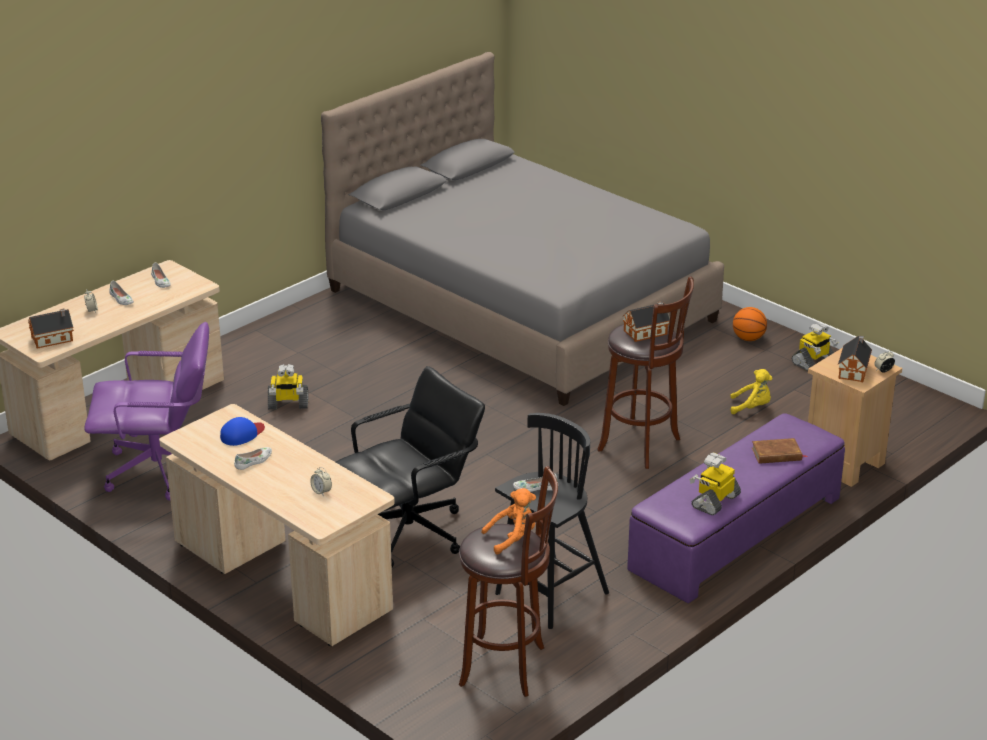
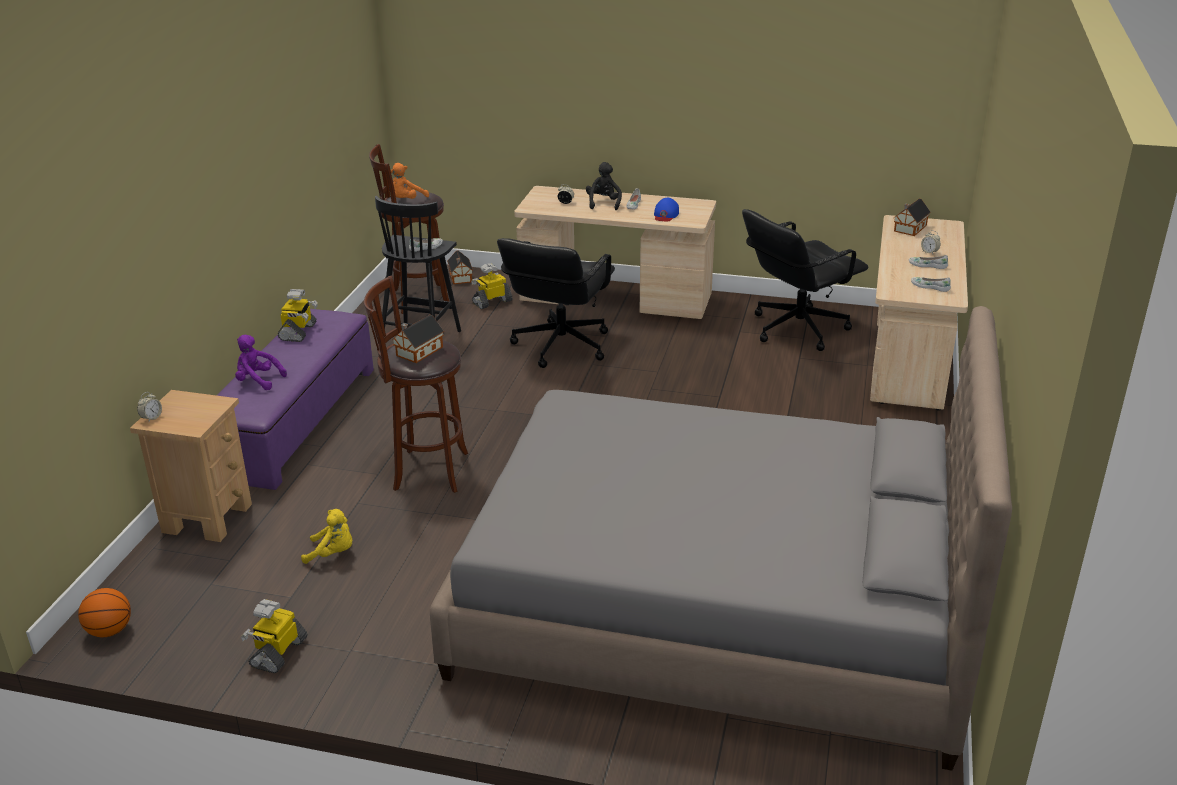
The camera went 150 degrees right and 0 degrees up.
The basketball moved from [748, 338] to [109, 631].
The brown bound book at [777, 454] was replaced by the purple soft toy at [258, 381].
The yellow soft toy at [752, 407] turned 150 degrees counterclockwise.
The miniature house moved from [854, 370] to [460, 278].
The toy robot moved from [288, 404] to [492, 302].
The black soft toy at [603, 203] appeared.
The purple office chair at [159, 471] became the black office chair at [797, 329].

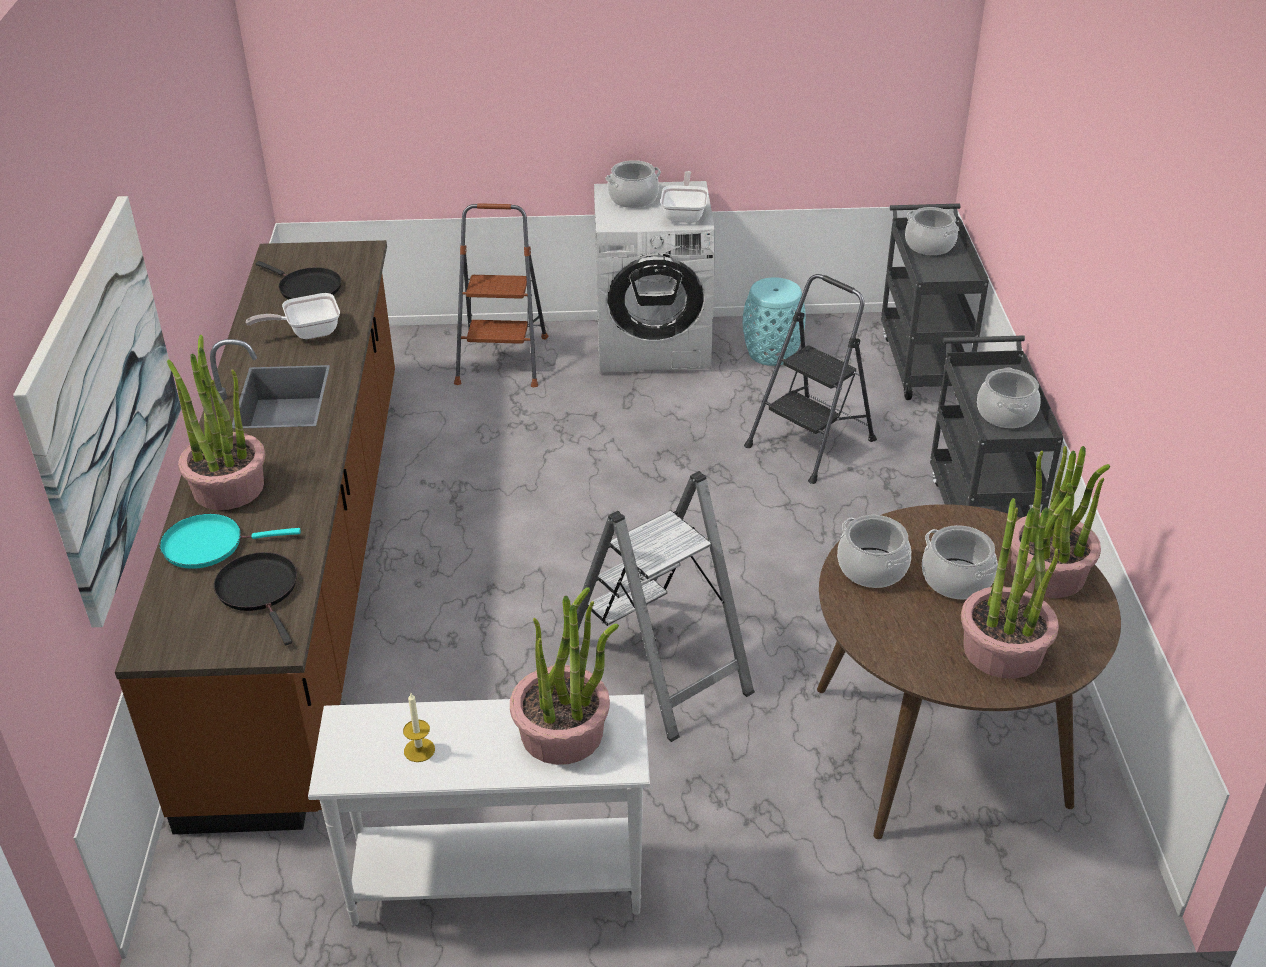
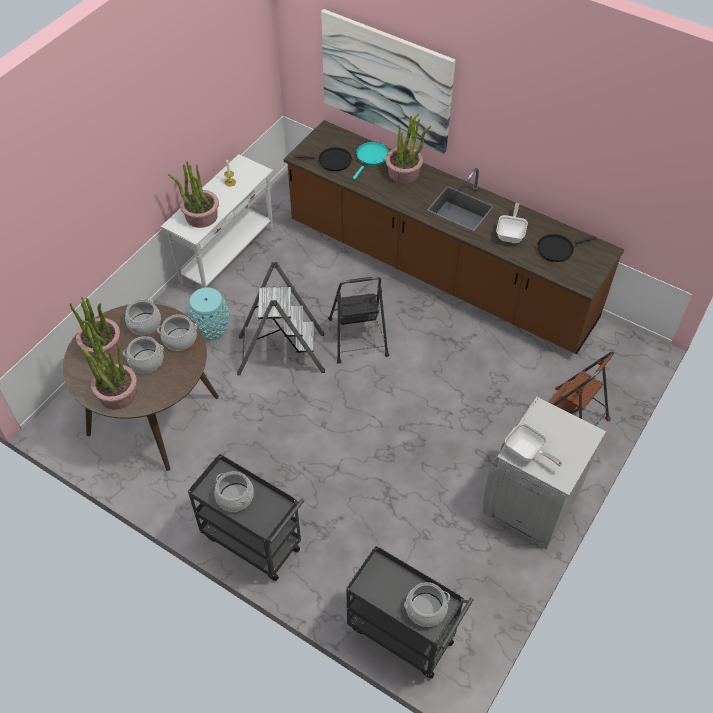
The camera went 125 degrees right and 15 degrees up.
The stockpot moved from [633, 198] to [145, 324].
The blue-green stool seat moved from [771, 353] to [211, 329].
The black step ladder moved from [813, 440] to [358, 338].

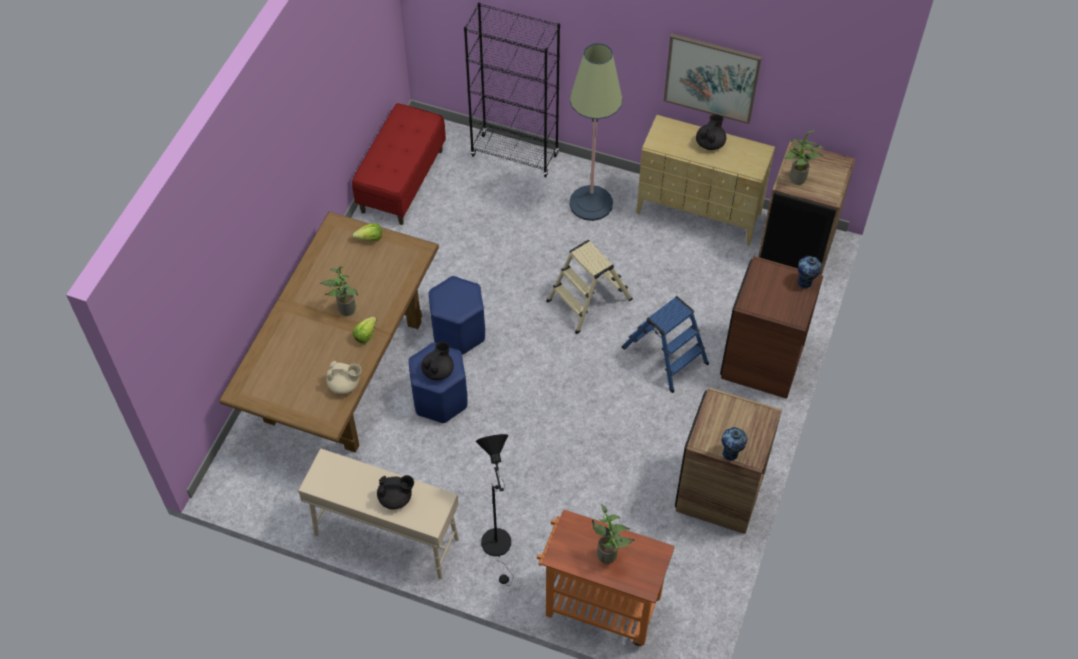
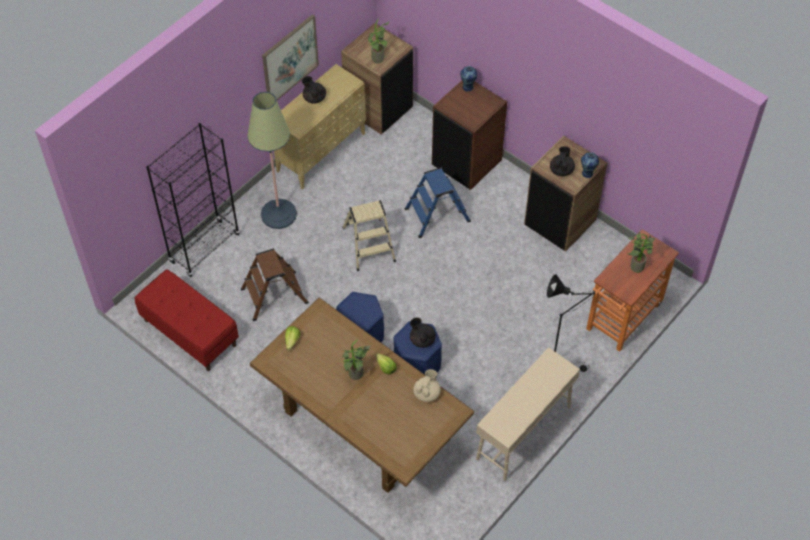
The camera went 70 degrees left and 0 degrees up.
The brown step ladder at [274, 296] appeared.
The black teapot moved from [396, 498] to [561, 170].

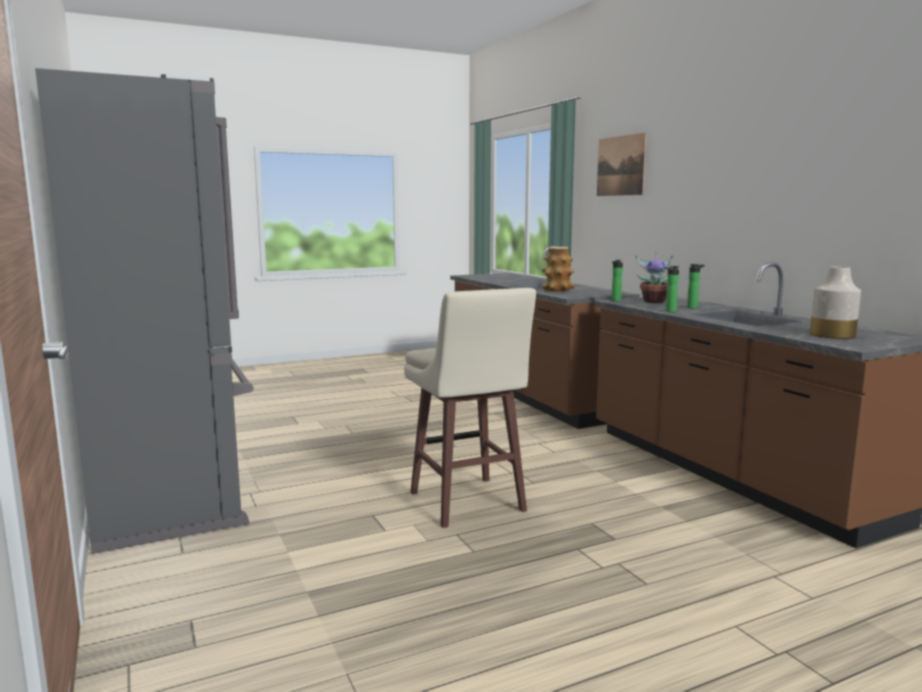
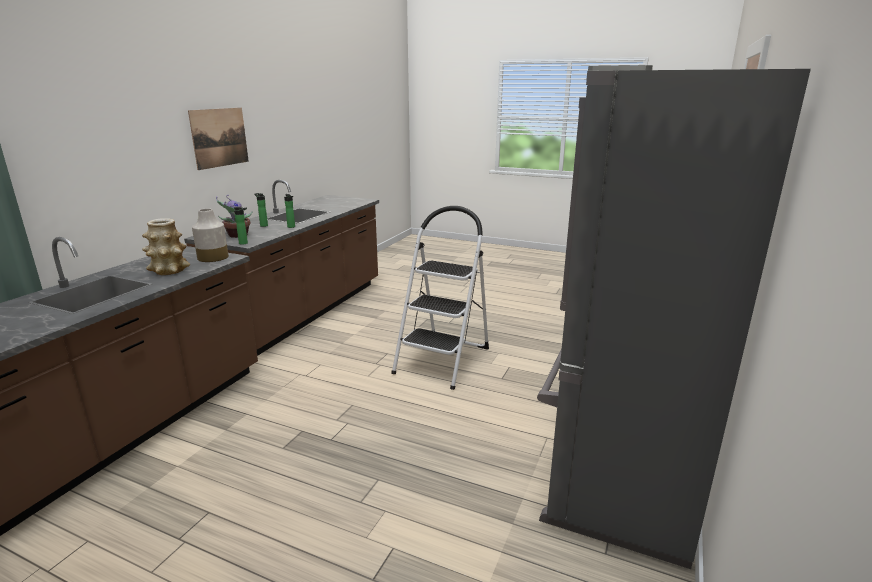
The camera went 130 degrees left and 10 degrees up.
The wall picture moved from [620, 166] to [219, 137].
The beige-coloured flower vase moved from [832, 335] to [213, 257].
The beige-coloured stool seat at [467, 503] was replaced by the step ladder at [444, 360].

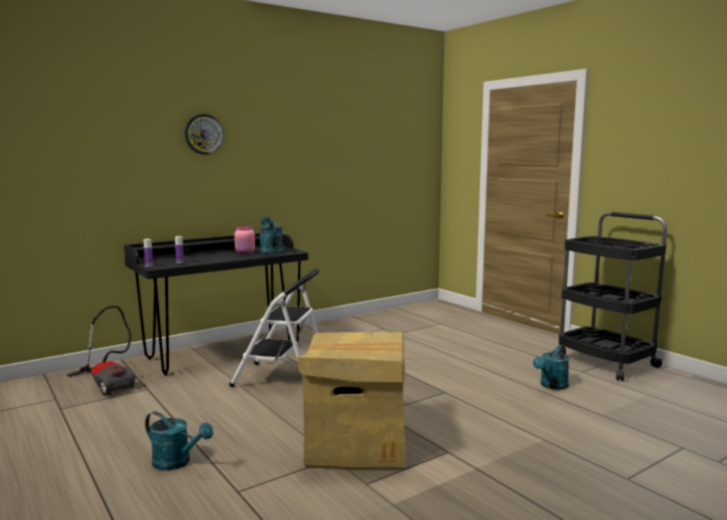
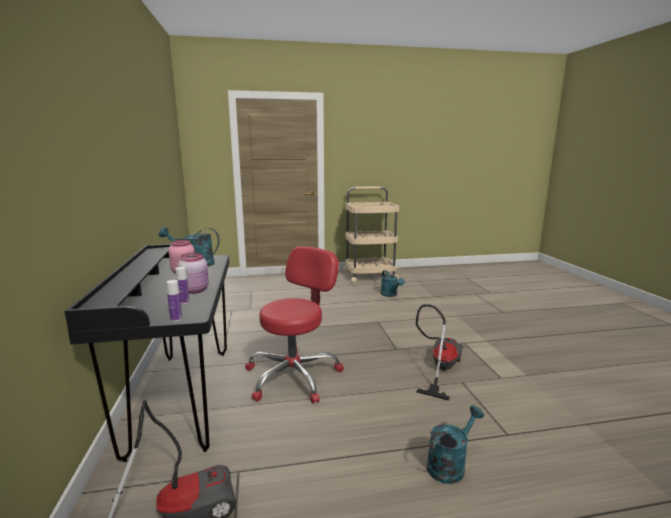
The camera went 65 degrees left and 5 degrees up.
The pink storage jar at [196, 290] appeared.
The step ladder at [284, 378] was replaced by the red-coloured office chair at [296, 374].
The black cart at [604, 363] became the beige-coloured cart at [369, 276].
The carton at [355, 442] was replaced by the vacuum at [439, 368].
The hanging clock at [204, 134] disappeared.

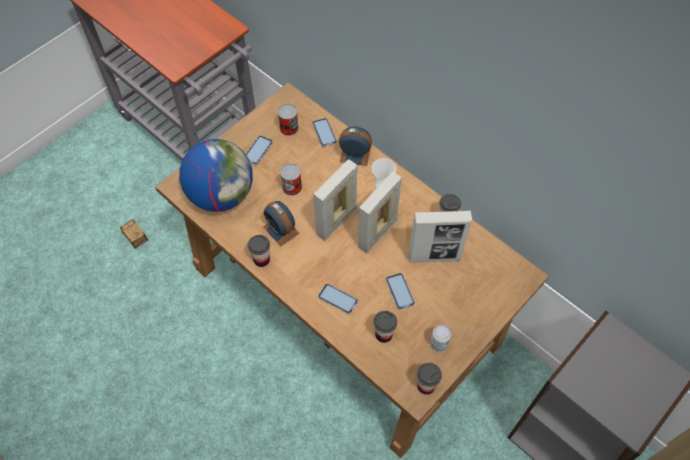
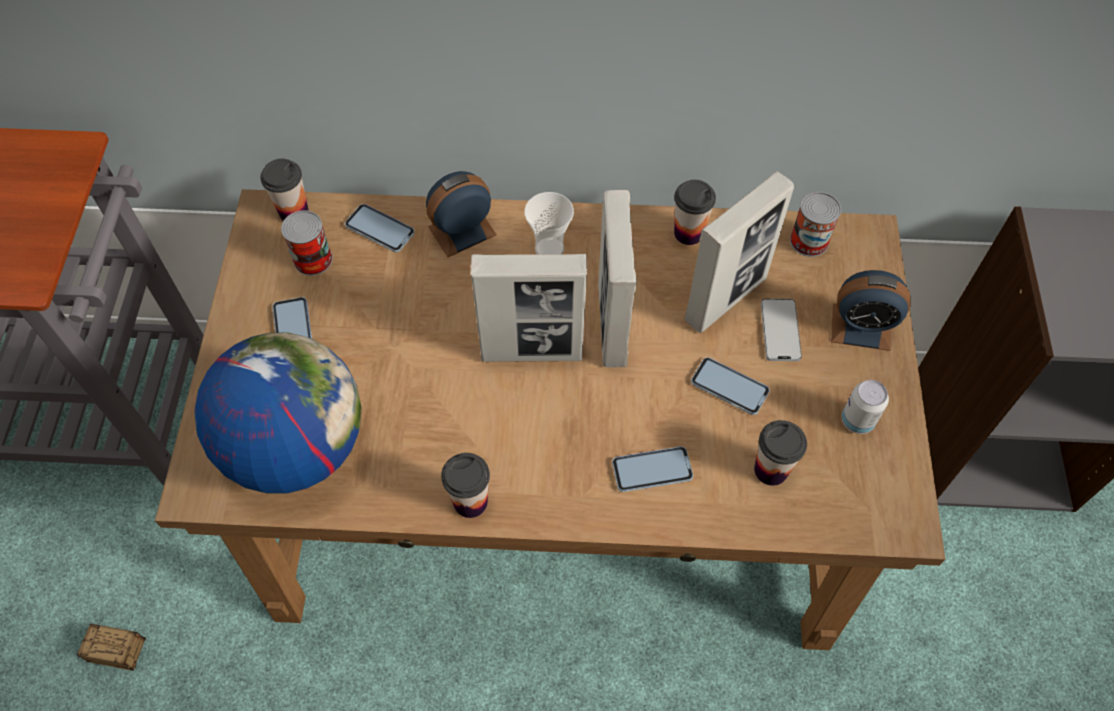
The camera went 40 degrees left and 0 degrees up.
The cup moved from [426, 385] to [294, 212].
The standing frame at [336, 221] turned 90 degrees counterclockwise.
The handset at [780, 330] appeared.
The can moved from [292, 187] to [809, 241].
The bedside clock moved from [281, 230] to [861, 327].

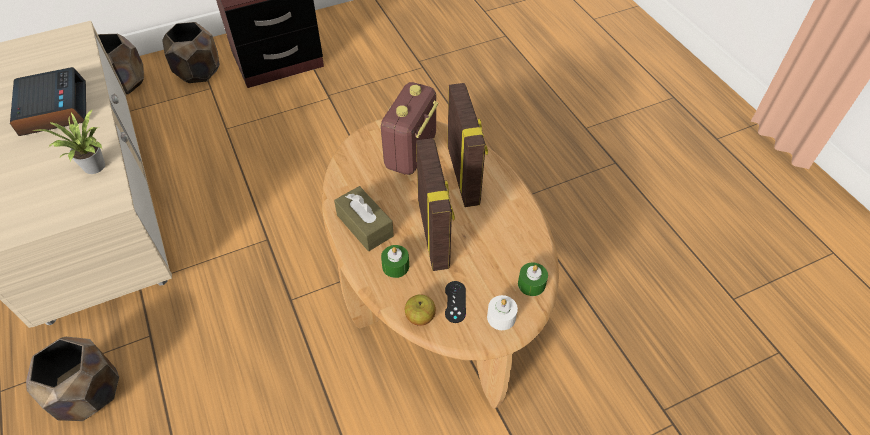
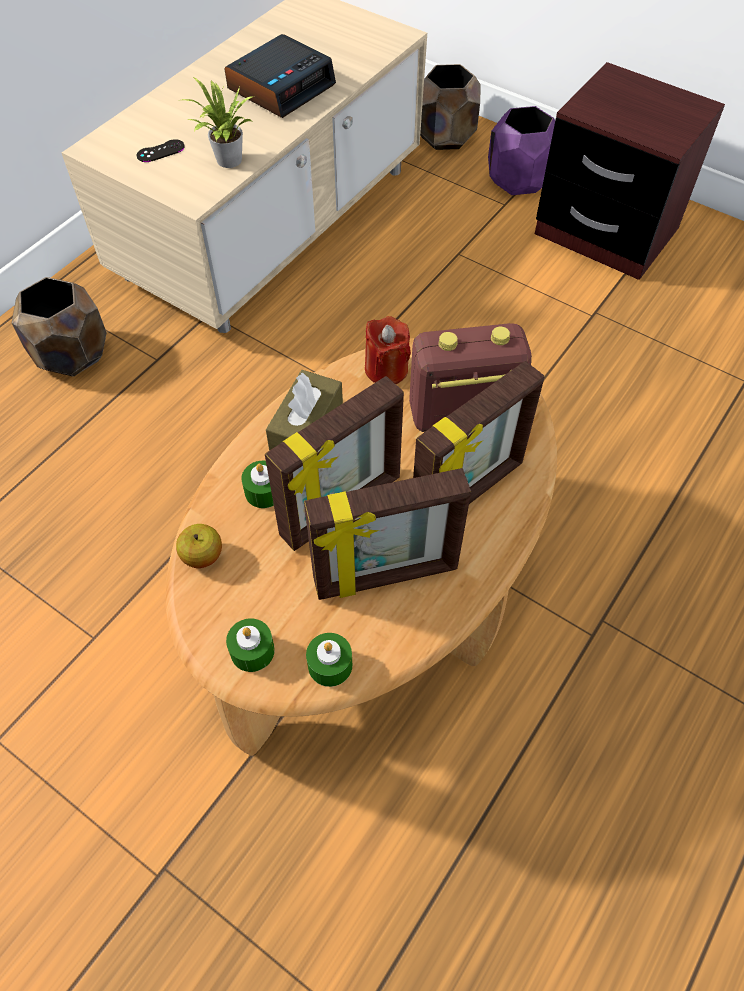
The camera went 60 degrees right and 5 degrees up.
The black joypad moved from [455, 302] to [160, 151].
The white-coloured wax light at [501, 317] became the greenish wax light at [252, 651].
The standing frame at [386, 576] appeared.
The red-coloured wax light at [386, 369] appeared.
The brown flower pot at [198, 72] became the purple flower pot at [518, 180].

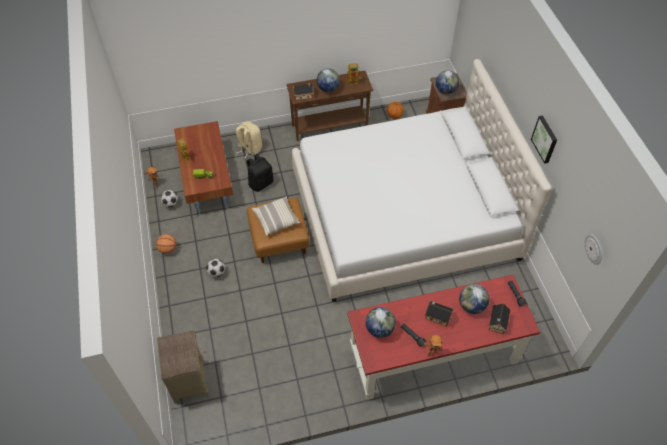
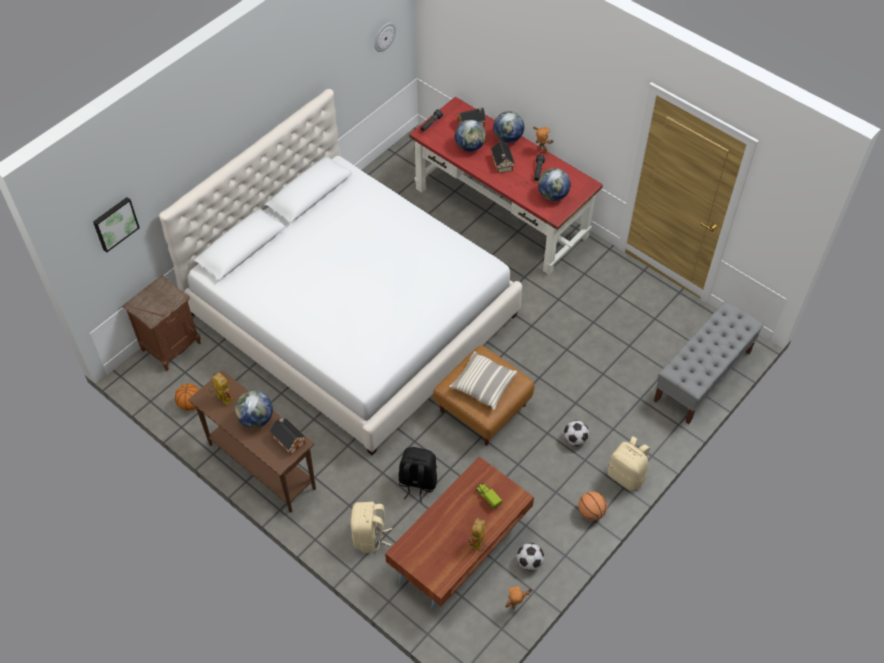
The camera went 125 degrees left and 0 degrees up.
The wall picture moved from [545, 139] to [115, 223].
The globe moved from [445, 91] to [507, 138].
The beige-coloured knapsack at [626, 476] appeared.
The beige-coloured bedside table at [190, 381] was replaced by the grey indoor bench at [702, 376].

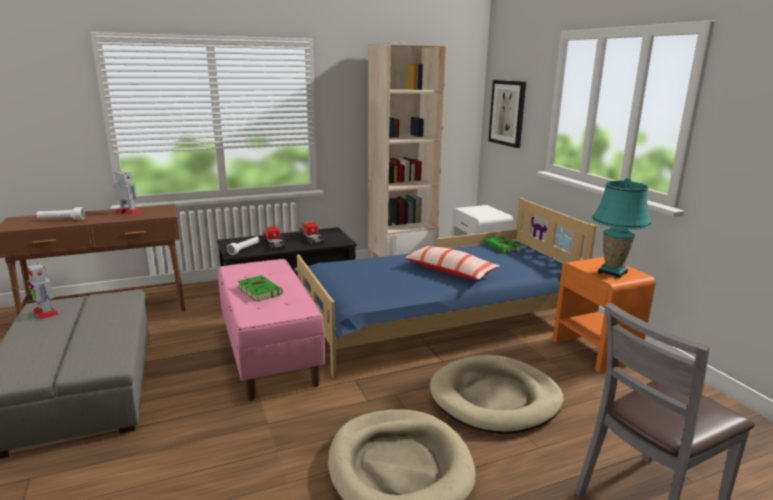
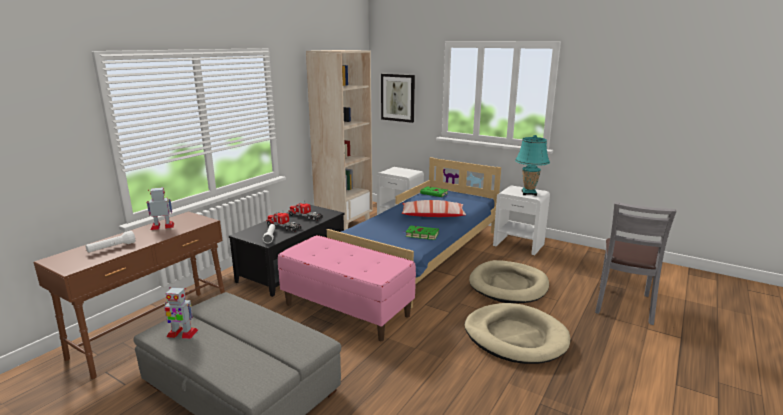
The camera went 35 degrees left and 0 degrees up.
The greenish bound book moved from [259, 290] to [421, 235].
The orange-coloured bedside table at [595, 351] became the white-coloured bedside table at [519, 245].

